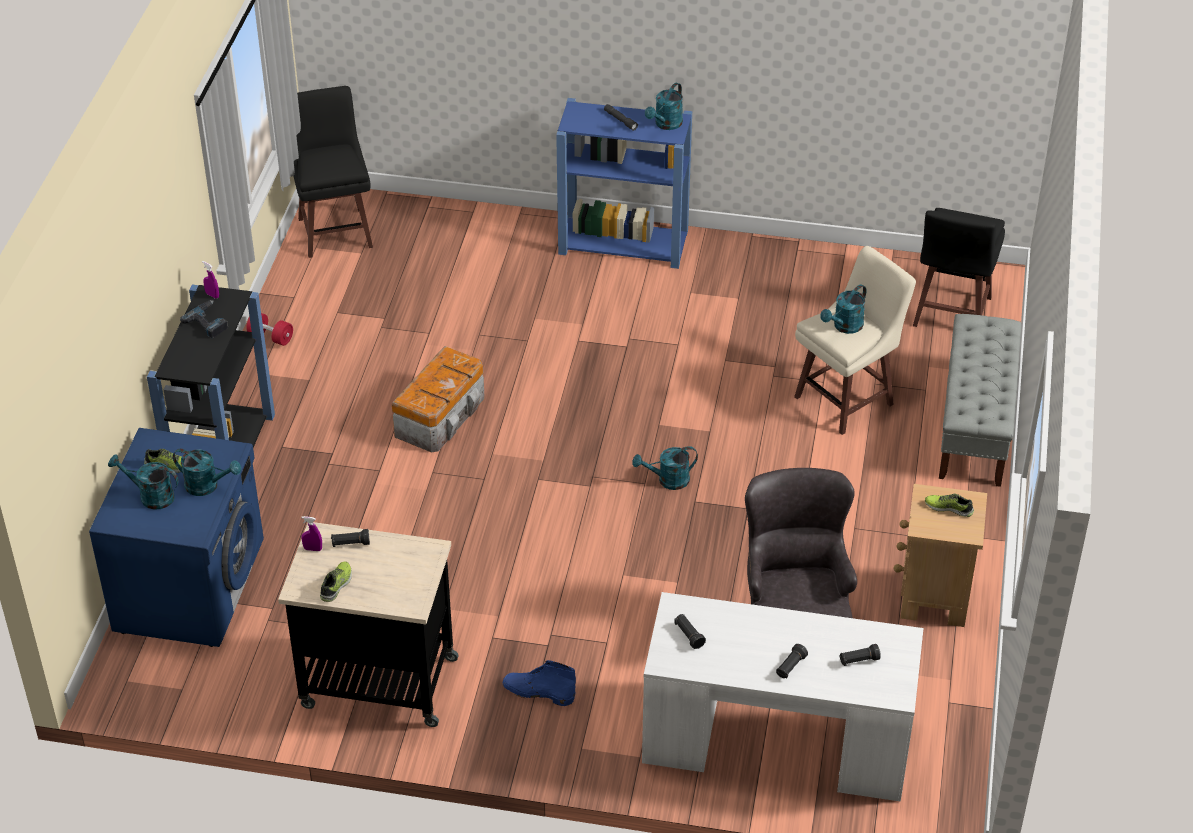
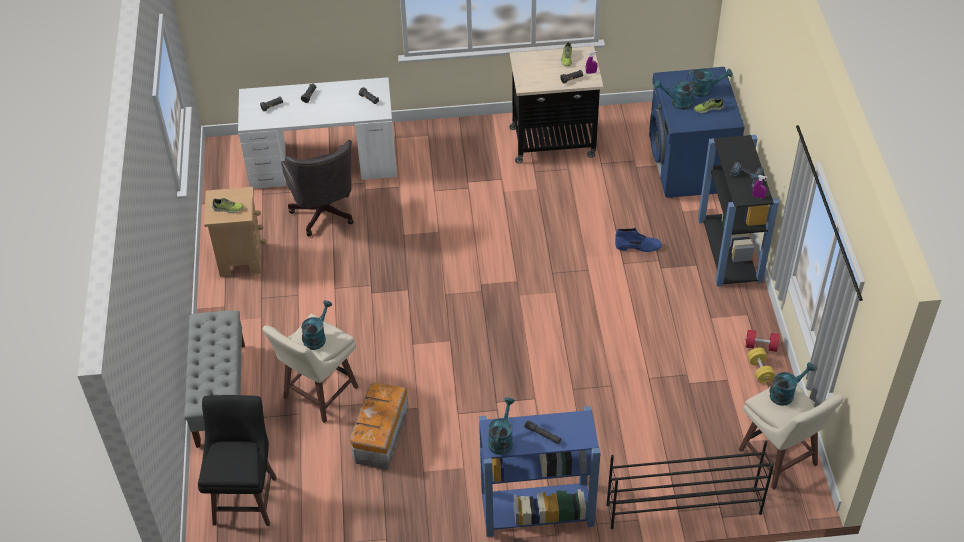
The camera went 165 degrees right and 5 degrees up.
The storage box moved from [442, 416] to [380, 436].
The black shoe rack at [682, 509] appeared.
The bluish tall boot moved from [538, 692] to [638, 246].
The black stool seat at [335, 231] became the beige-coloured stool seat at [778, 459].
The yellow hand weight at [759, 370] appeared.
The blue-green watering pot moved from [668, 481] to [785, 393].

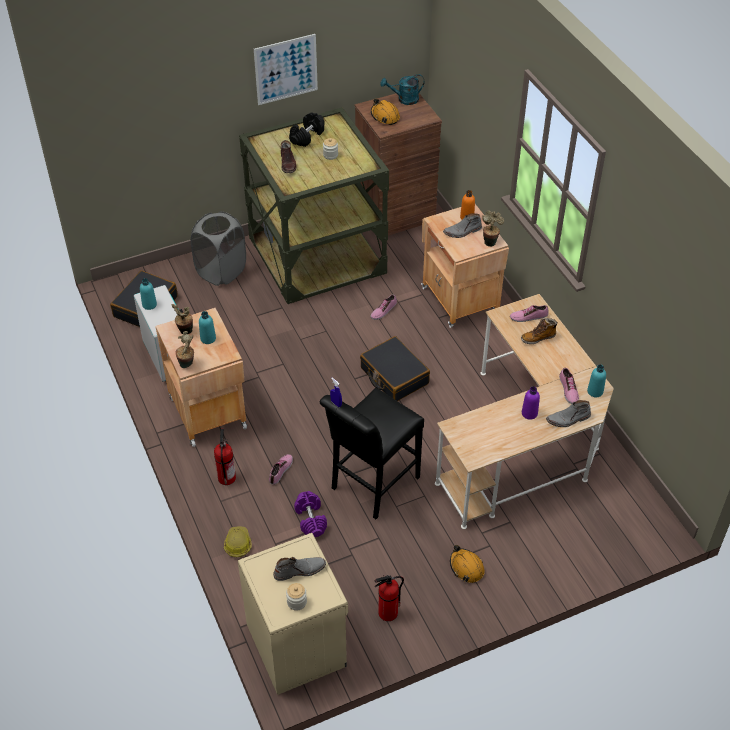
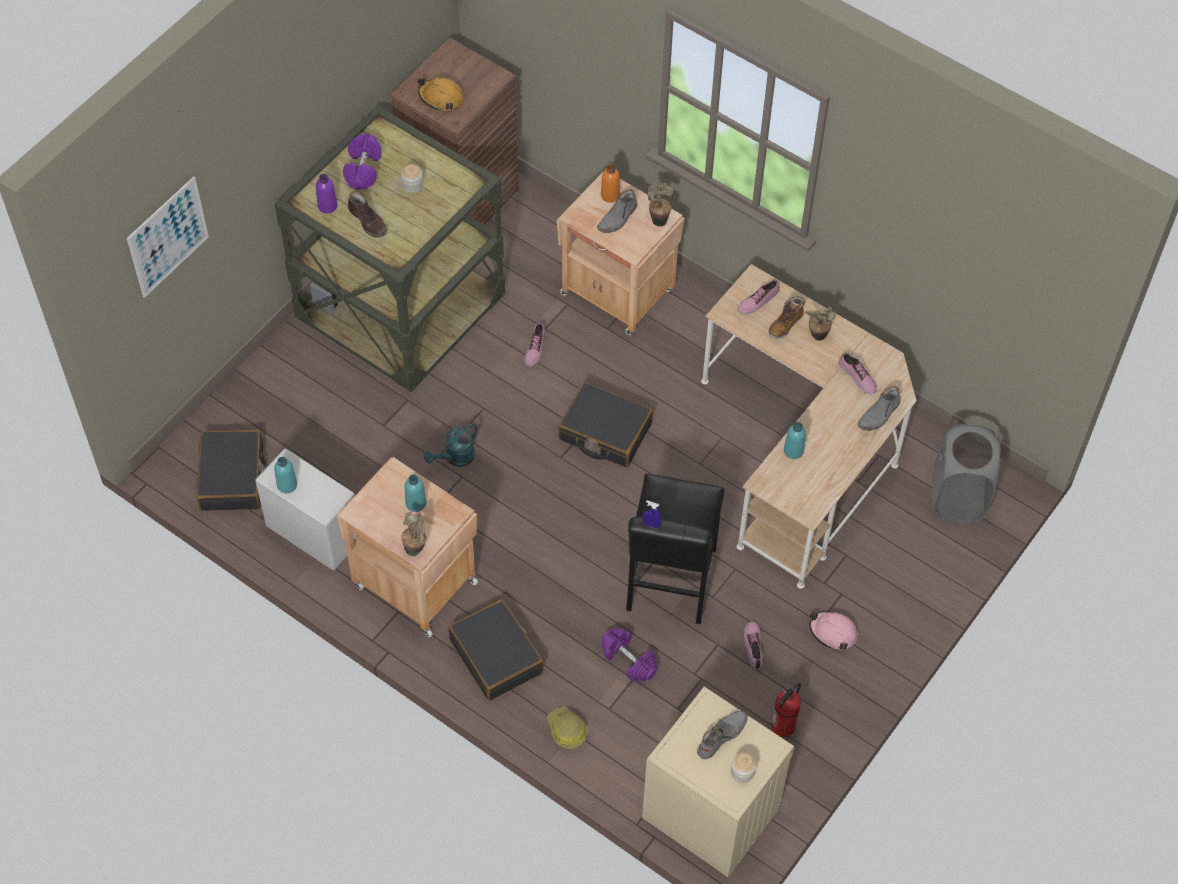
The camera went 30 degrees left and 10 degrees up.
The wall picture moved from [286, 69] to [168, 237].
The purple beverage bottle moved from [529, 413] to [327, 206].
The black hand weight at [307, 136] became the purple hand weight at [363, 169].
The blue-green watering pot moved from [404, 99] to [455, 458].
The fire-fighting cylinder at [226, 477] was replaced by the black travel case at [496, 656].
The low shoe moved from [281, 470] to [754, 646].
The blue-green beverage bottle moved from [595, 391] to [793, 451].
The potted plant moved from [184, 331] to [817, 336].
The orange-coloured work helmet at [466, 567] became the pink work helmet at [833, 632].
The grey washing basket moved from [221, 271] to [957, 497].

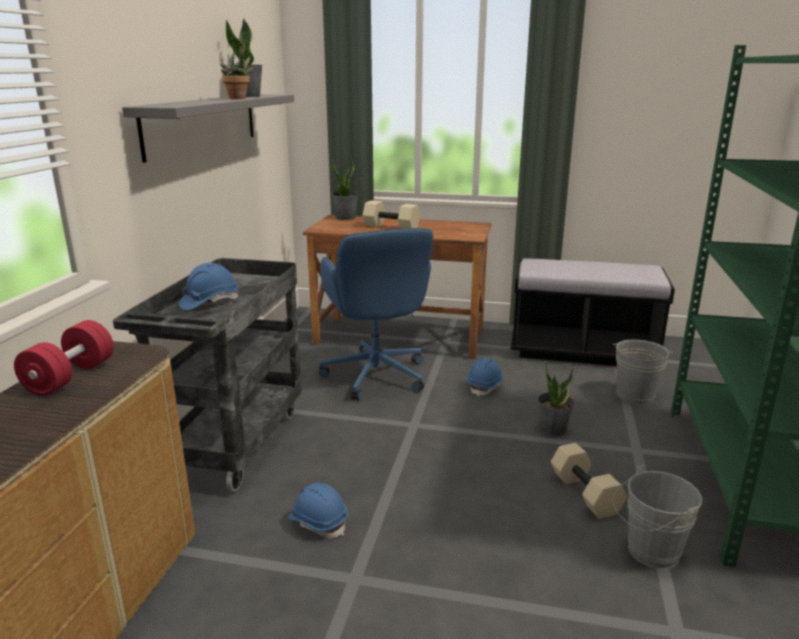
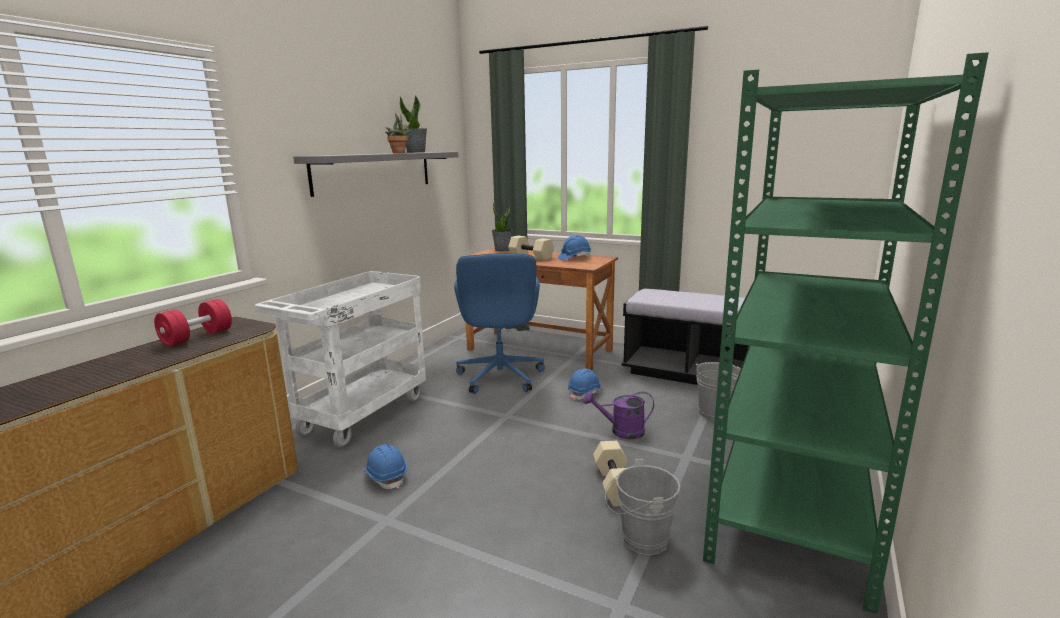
The camera went 15 degrees right and 5 degrees down.
The black cart at [234, 450] became the white-coloured cart at [360, 418].
The bluish work helmet moved from [209, 302] to [574, 258].
The potted plant at [552, 428] was replaced by the purple watering pot at [621, 431].

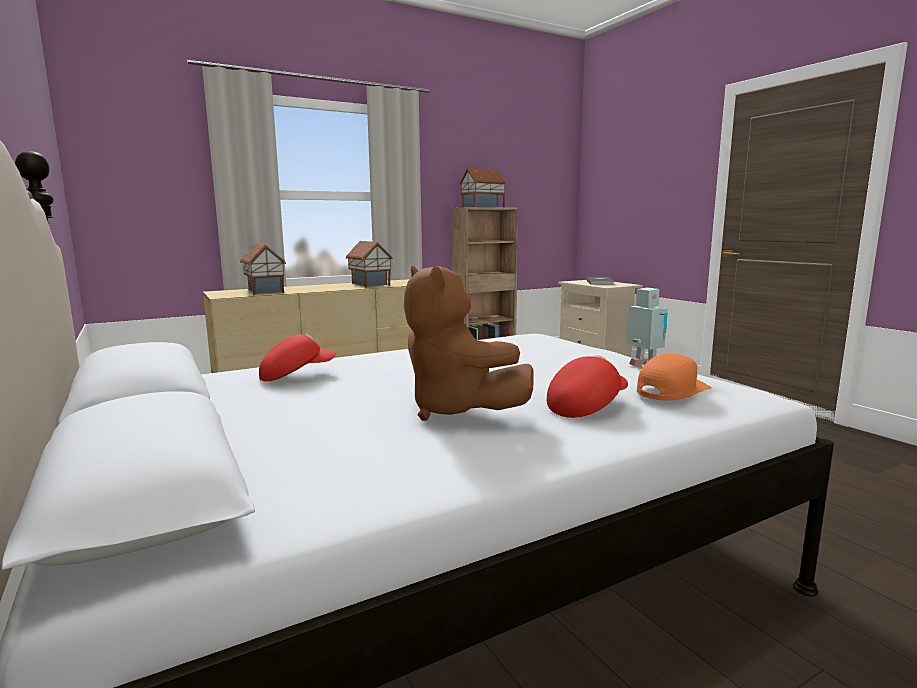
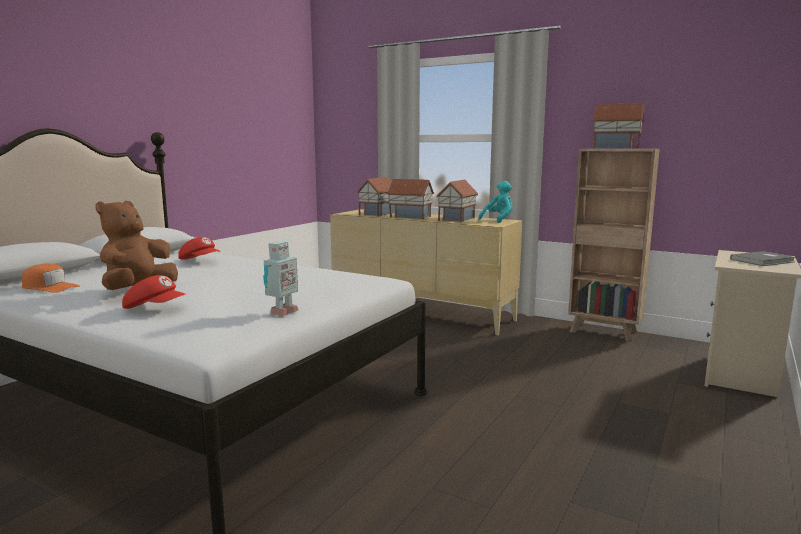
The camera went 60 degrees right and 0 degrees up.
The orange-coloured baseball cap moved from [672, 390] to [50, 287].
The miniature house at [410, 216] appeared.
The blue-green soft toy at [498, 220] appeared.

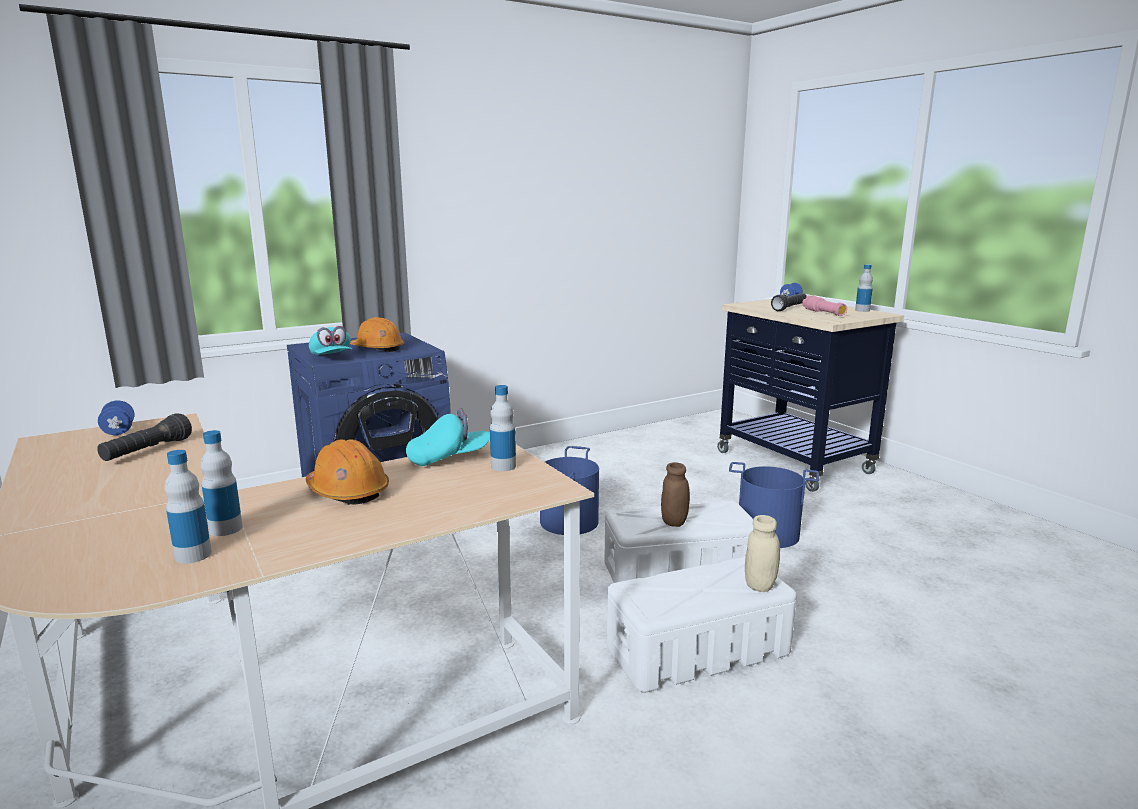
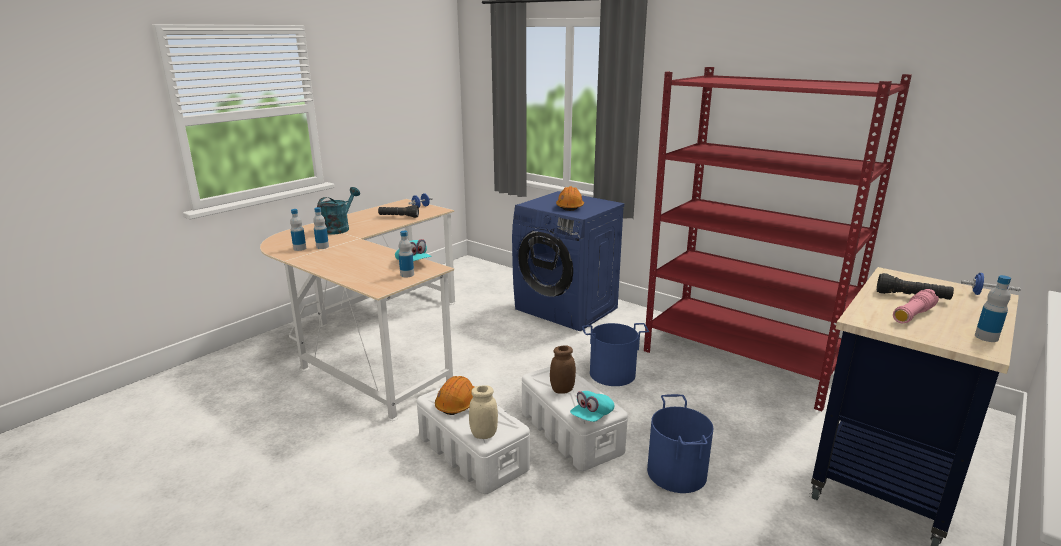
The camera went 70 degrees right and 5 degrees up.
The blue-green watering pot at [339, 228] appeared.
The orange-coloured work helmet moved from [348, 491] to [457, 403].
The blue-green baseball cap moved from [332, 358] to [592, 416].
The red-coloured bookcase at [742, 360] appeared.

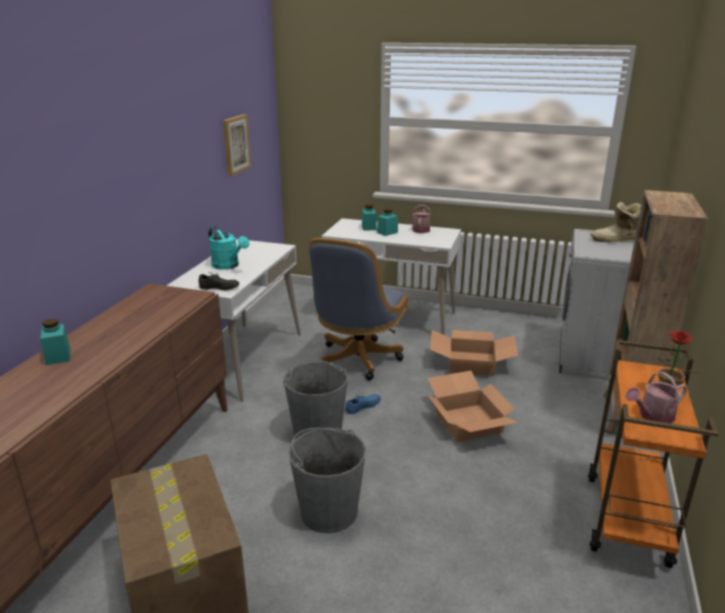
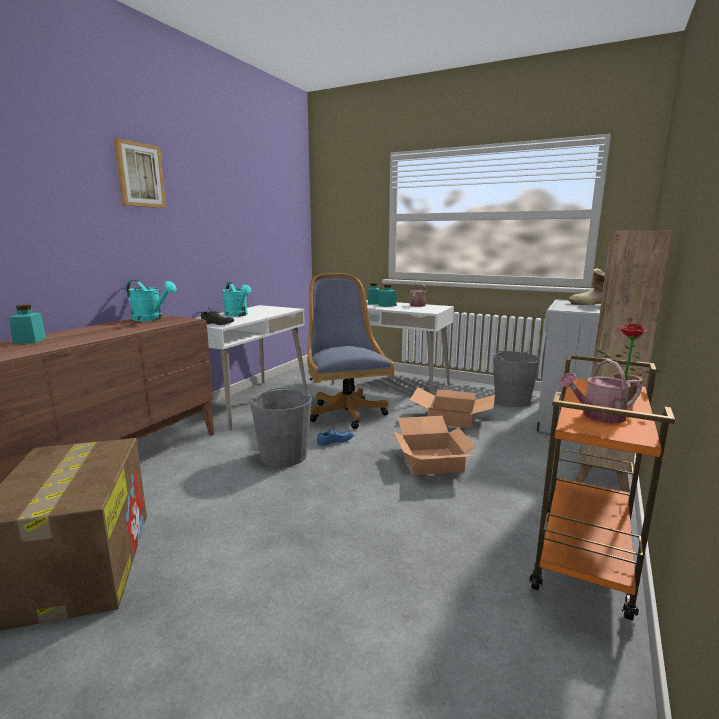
The camera went 10 degrees right and 10 degrees down.
The wall picture moved from [235, 144] to [139, 175].
The blue-green watering pot at [151, 319] appeared.
The bluish office chair at [356, 363] turned 135 degrees clockwise.
The grey water bucket moved from [328, 511] to [511, 400].

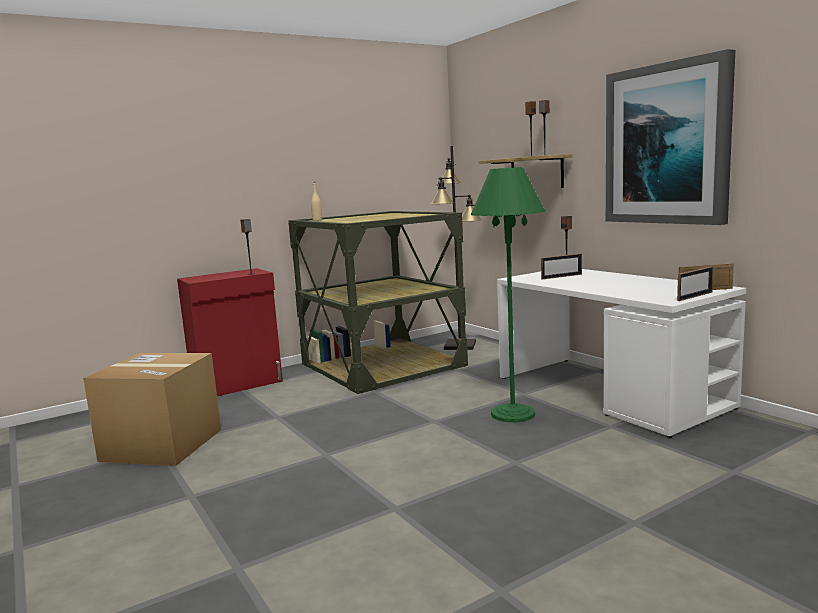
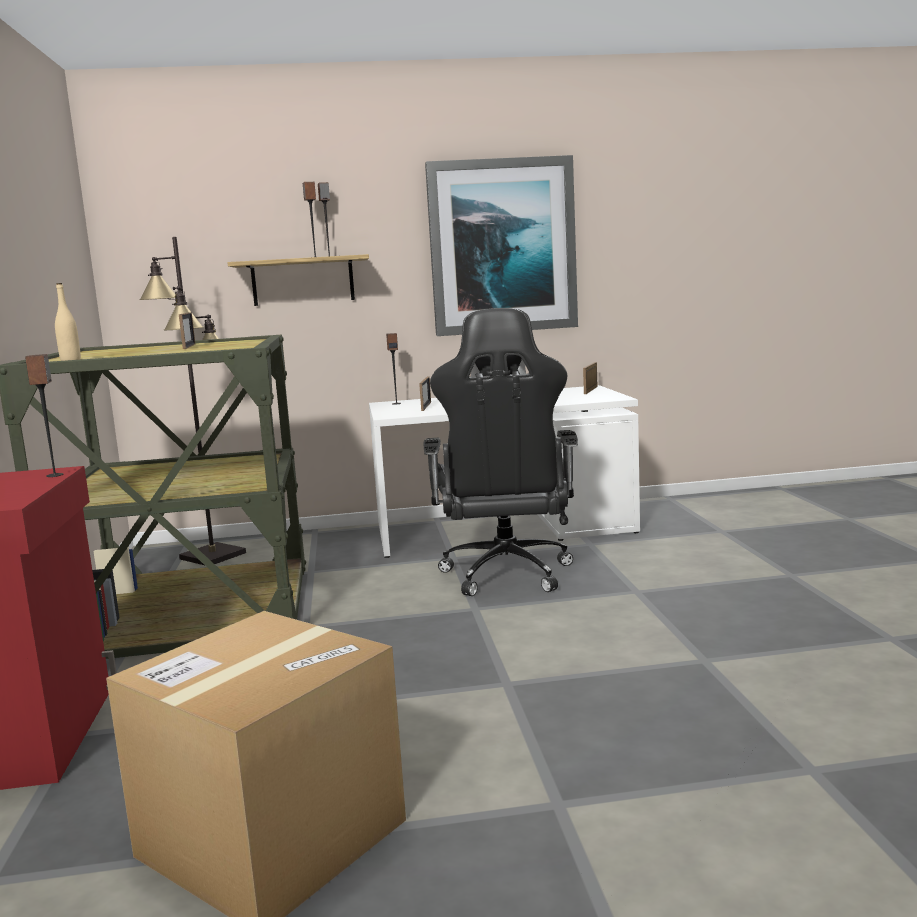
The camera went 65 degrees left and 0 degrees up.
The standing frame moved from [695, 296] to [189, 346].
The greenish standard lamp at [512, 414] was replaced by the black office chair at [505, 571].

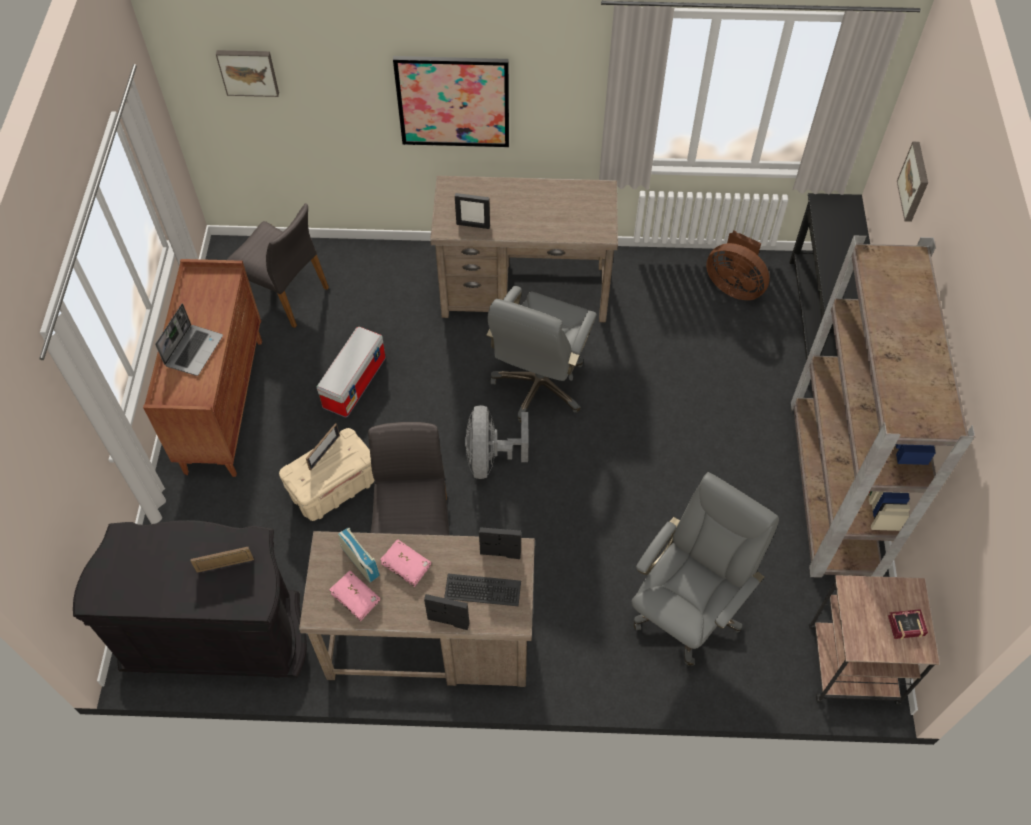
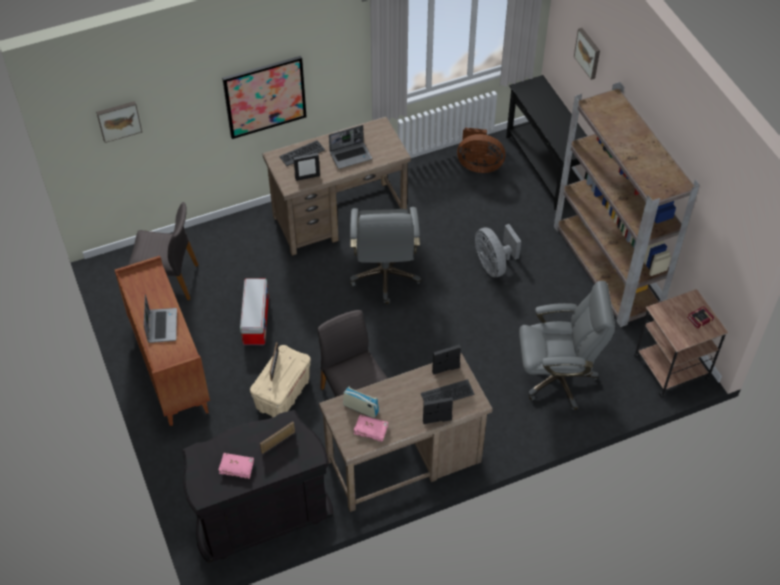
The camera went 25 degrees left and 5 degrees down.
The pink bound book moved from [406, 565] to [237, 467].
The keyboard at [302, 153] appeared.
The portable computer at [351, 155] appeared.
The grey fan moved from [491, 458] to [493, 265].
The grey office chair at [685, 614] turned 75 degrees clockwise.

